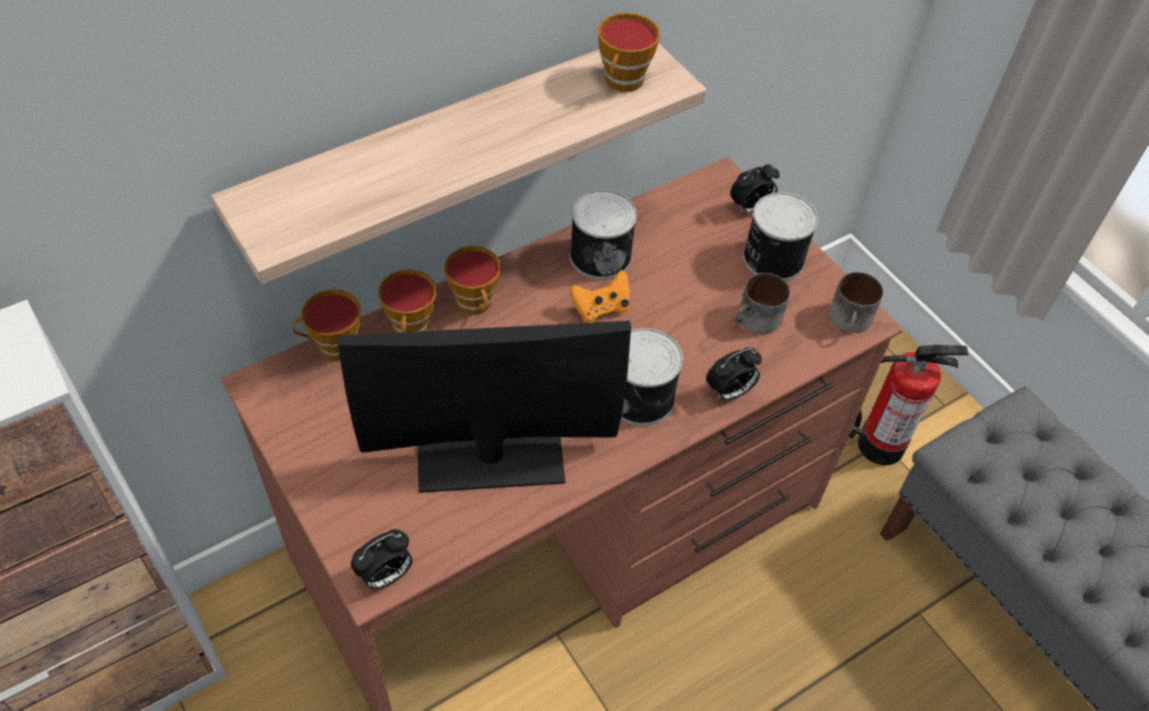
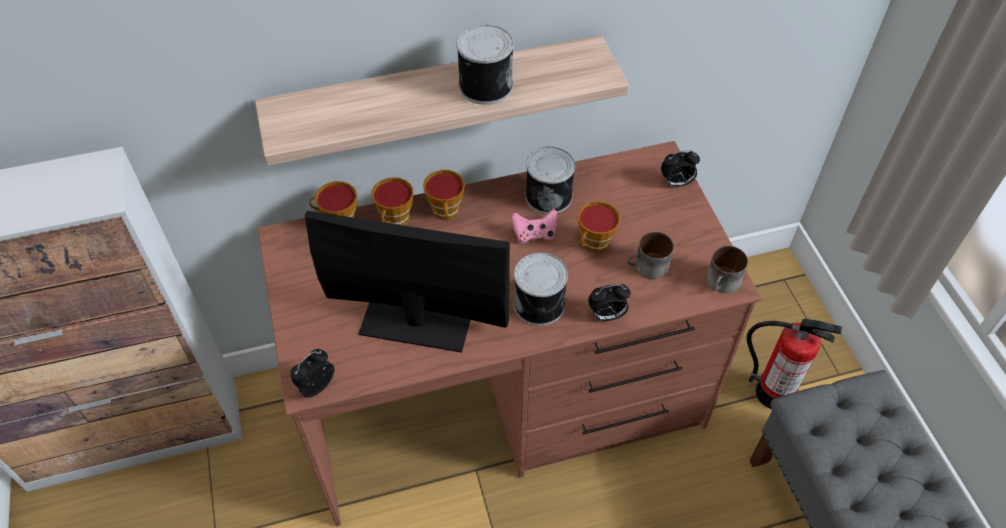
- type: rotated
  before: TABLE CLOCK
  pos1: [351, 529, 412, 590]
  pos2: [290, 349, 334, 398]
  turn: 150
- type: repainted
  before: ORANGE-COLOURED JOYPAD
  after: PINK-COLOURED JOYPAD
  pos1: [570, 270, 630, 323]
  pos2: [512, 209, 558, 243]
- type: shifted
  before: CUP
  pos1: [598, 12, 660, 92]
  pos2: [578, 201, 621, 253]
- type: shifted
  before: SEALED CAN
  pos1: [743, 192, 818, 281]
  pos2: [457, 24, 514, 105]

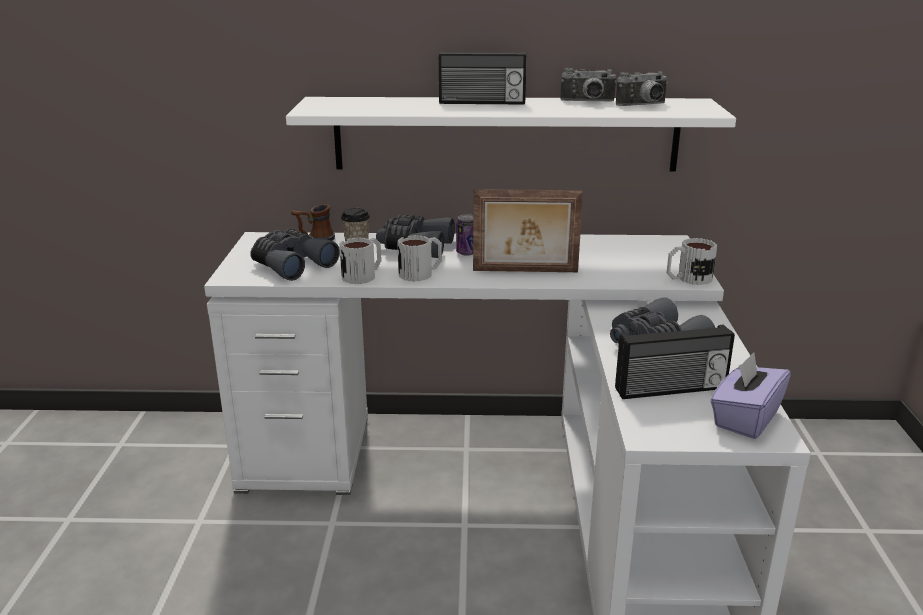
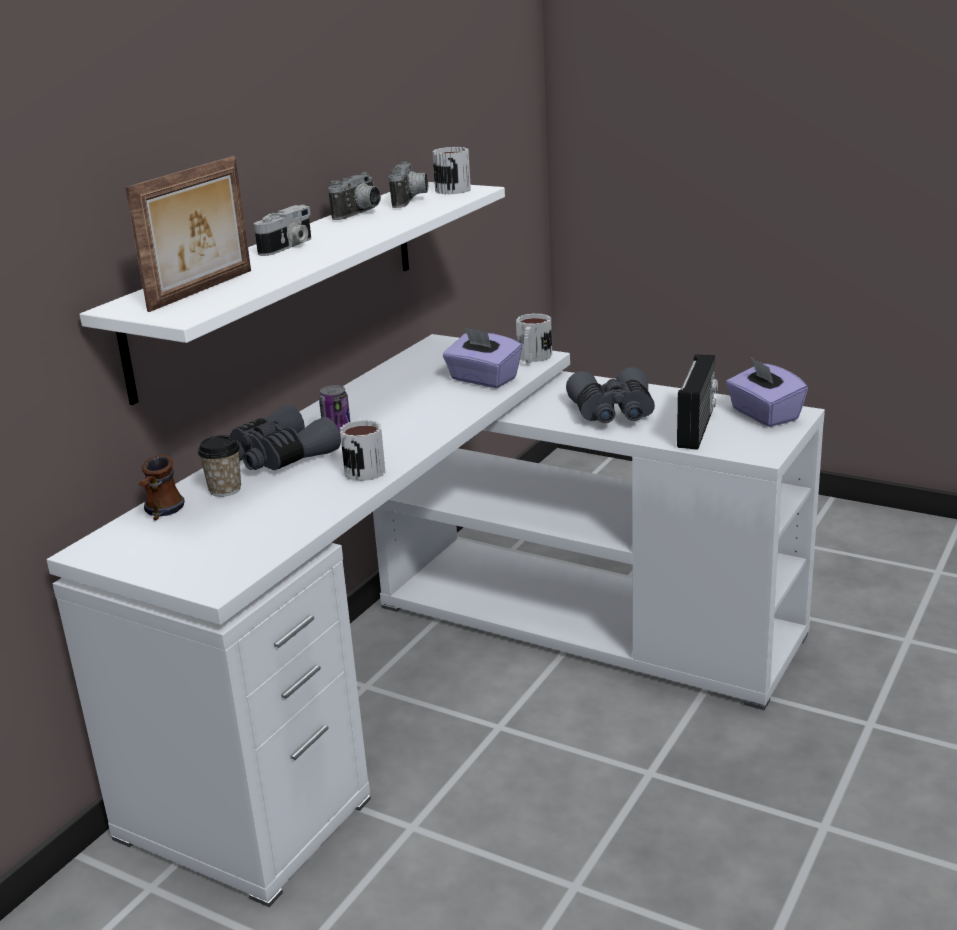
- type: gone
  before: GRAY BINOCULARS
  pos1: [250, 229, 340, 281]
- type: shifted
  before: MUG
  pos1: [340, 237, 381, 284]
  pos2: [432, 147, 471, 195]
- type: swapped
  before: RADIO
  after: STILL CAMERA
  pos1: [439, 52, 527, 105]
  pos2: [254, 205, 311, 256]
- type: shifted
  before: PHOTO FRAME
  pos1: [473, 189, 583, 272]
  pos2: [125, 156, 251, 312]
- type: new
  after: PURPLISH TISSUE HOLDER
  pos2: [443, 327, 522, 388]

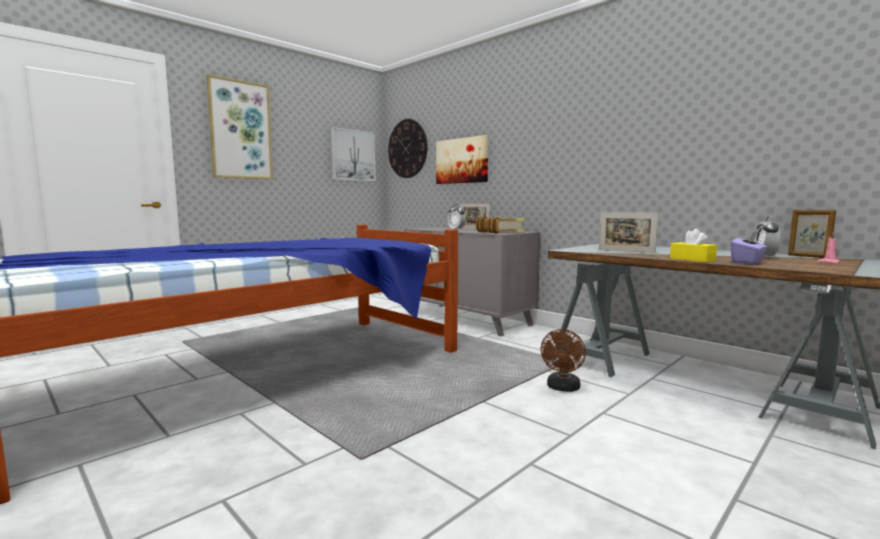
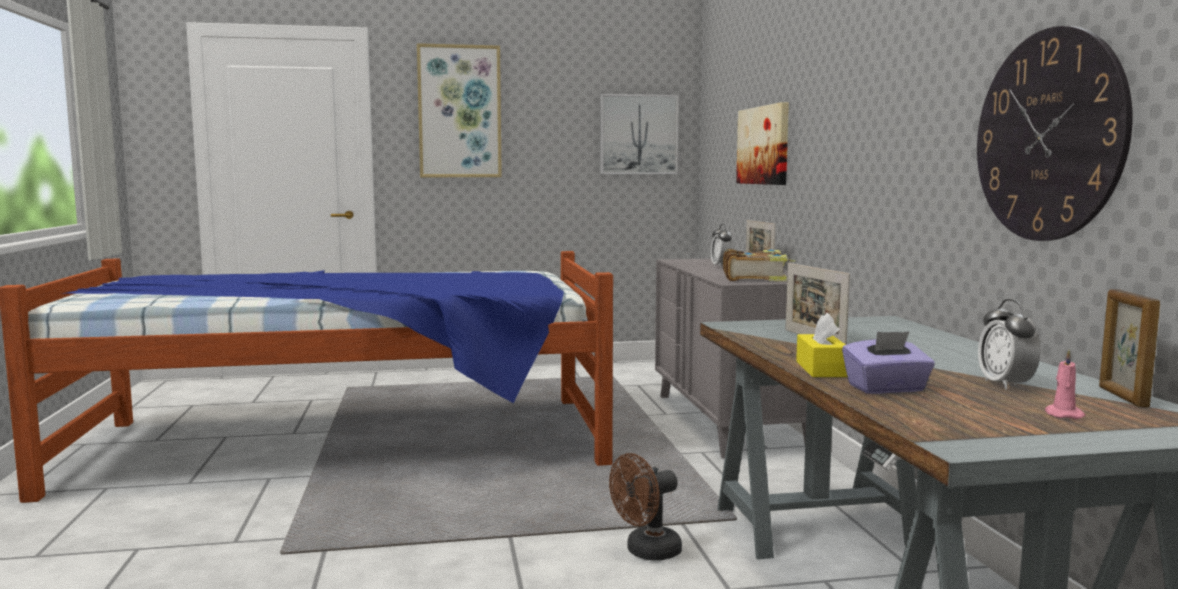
- type: shifted
  before: HANGING CLOCK
  pos1: [388, 119, 427, 178]
  pos2: [977, 26, 1132, 241]
- type: rotated
  before: TABLE CLOCK
  pos1: [755, 216, 781, 258]
  pos2: [978, 299, 1041, 390]
  turn: -60

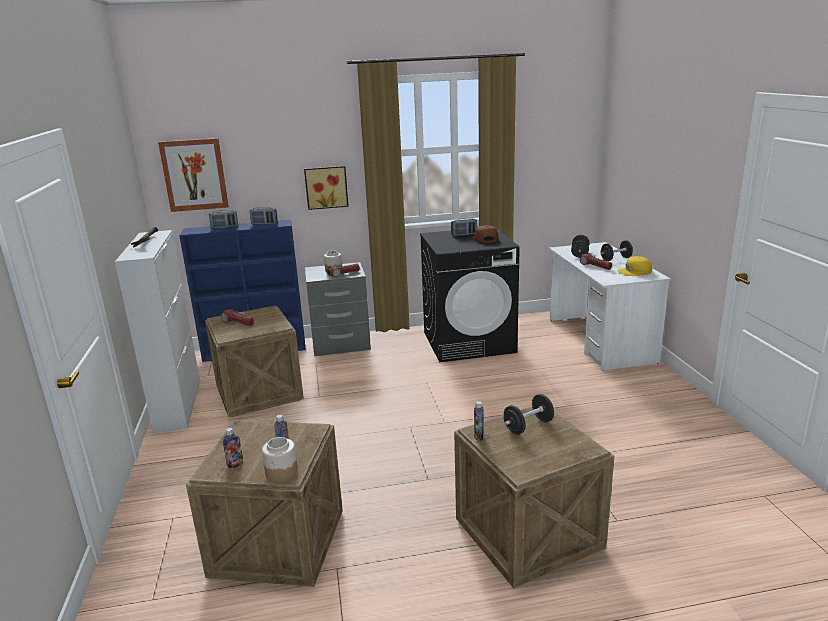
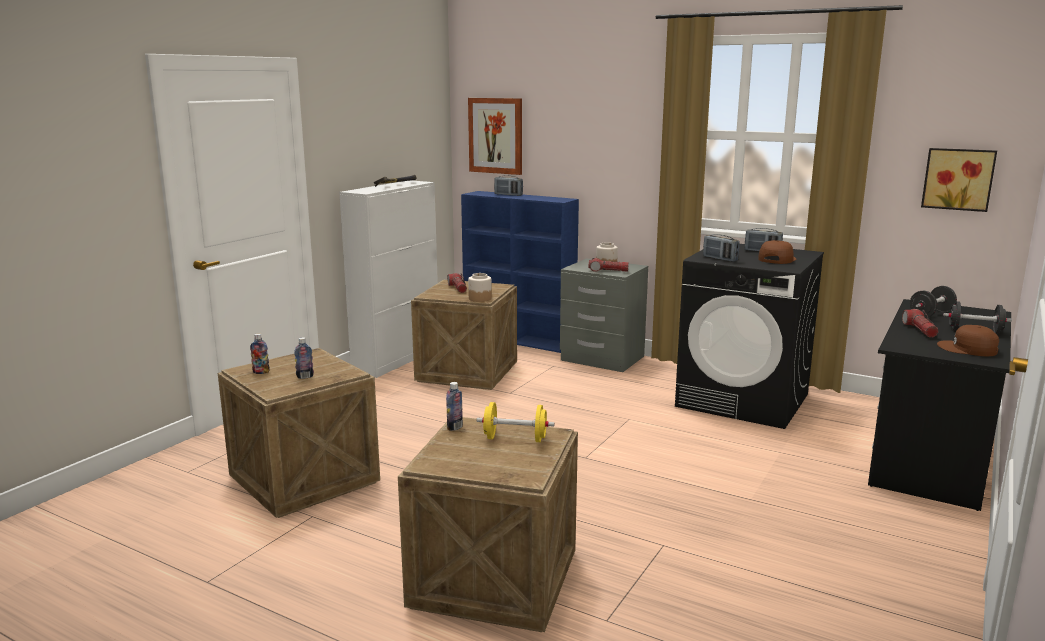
- type: shifted
  before: RADIO
  pos1: [249, 207, 278, 225]
  pos2: [703, 234, 740, 262]
- type: shifted
  before: STORAGE JAR
  pos1: [262, 437, 298, 482]
  pos2: [468, 273, 492, 302]
- type: shifted
  before: WALL PICTURE
  pos1: [304, 166, 349, 210]
  pos2: [921, 148, 997, 212]
- type: repainted
  before: BLACKISH HAND WEIGHT
  after: YELLOW HAND WEIGHT
  pos1: [504, 394, 554, 435]
  pos2: [477, 402, 554, 442]
- type: repainted
  before: WHITE DESK UNIT
  after: BLACKISH DESK UNIT
  pos1: [549, 242, 671, 371]
  pos2: [868, 299, 1011, 511]
- type: repainted
  before: YELLOW BASEBALL CAP
  after: BROWN BASEBALL CAP
  pos1: [617, 256, 652, 276]
  pos2: [937, 325, 999, 357]

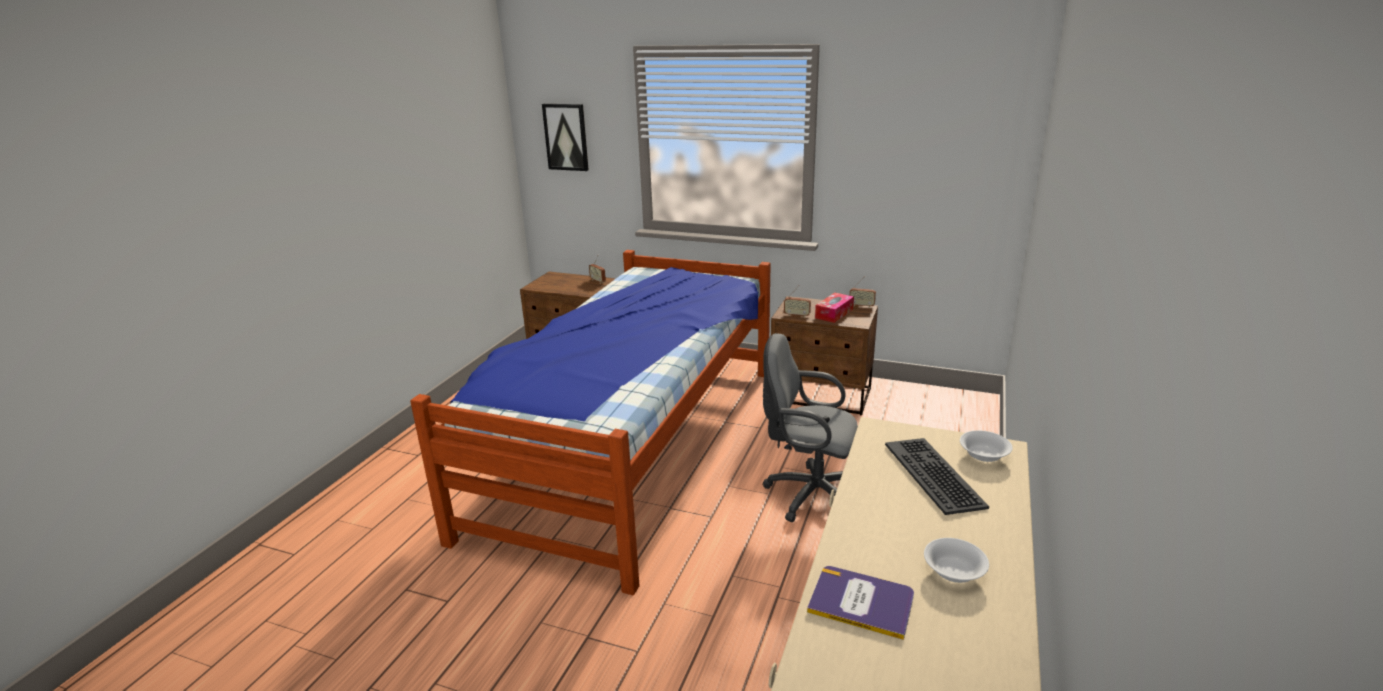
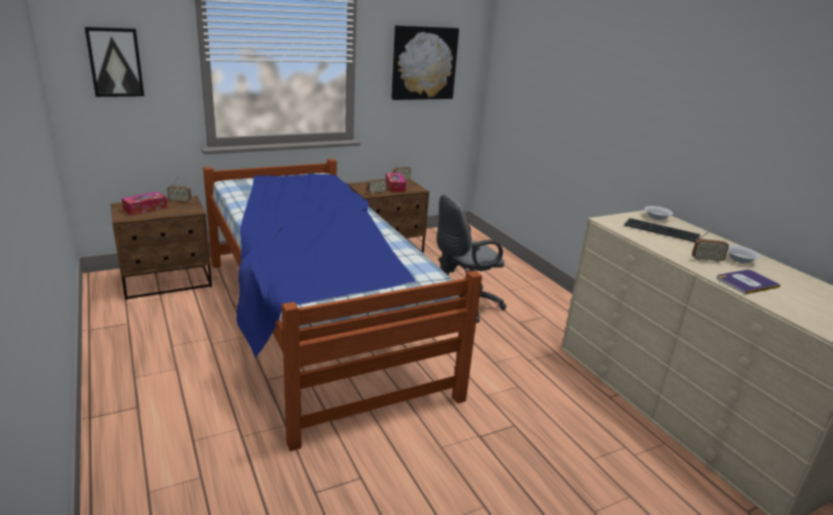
- type: new
  after: TISSUE HOLDER
  pos2: [122, 192, 167, 216]
- type: new
  after: WALL PICTURE
  pos2: [391, 25, 459, 100]
- type: new
  after: RADIO
  pos2: [692, 225, 729, 263]

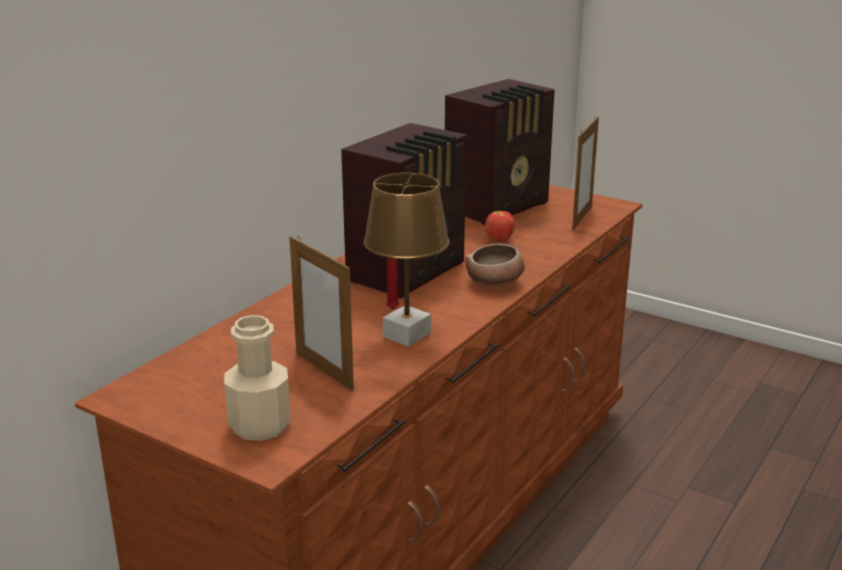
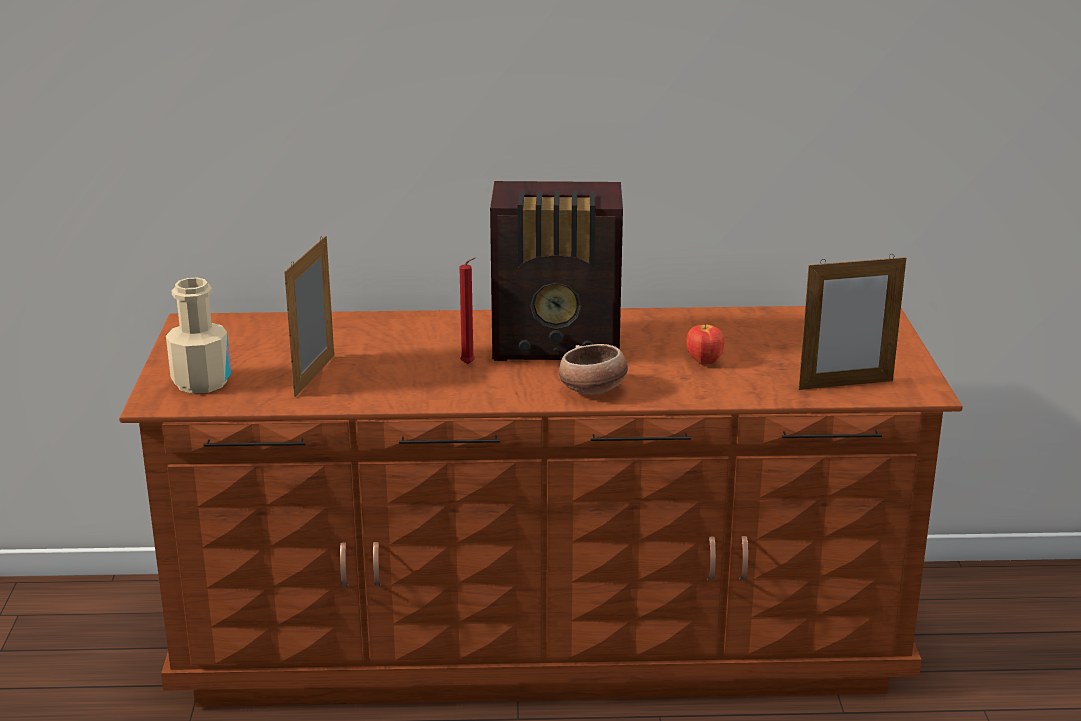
- type: gone
  before: BROWN TABLETOP LAMP
  pos1: [363, 173, 449, 347]
- type: gone
  before: RADIO
  pos1: [445, 79, 555, 225]

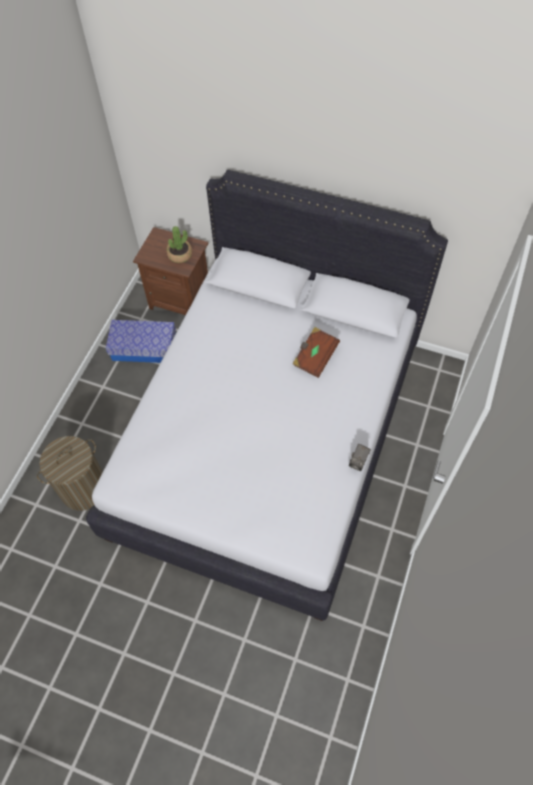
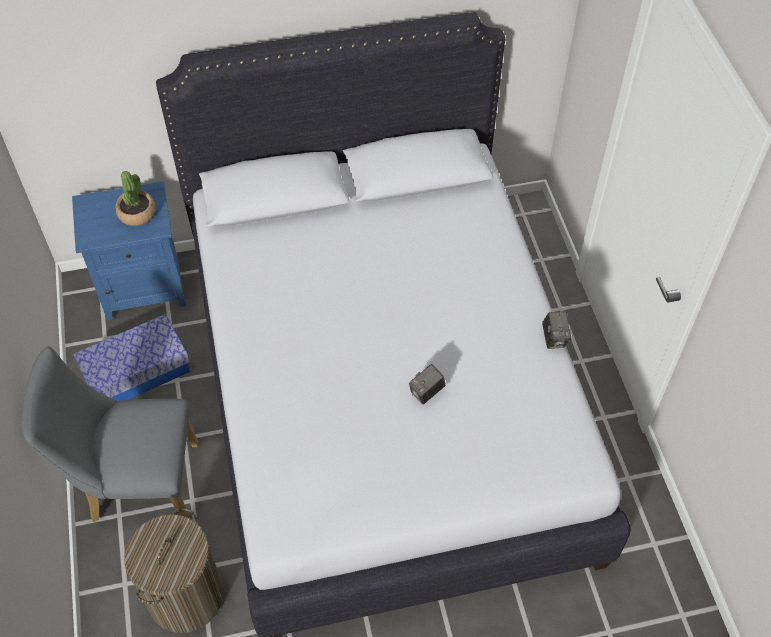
- type: repainted
  before: BROWN BEDSIDE TABLE
  after: BLUE-COLOURED BEDSIDE TABLE
  pos1: [133, 227, 208, 315]
  pos2: [72, 181, 187, 320]
- type: gone
  before: BROWN BOOK
  pos1: [293, 327, 340, 378]
- type: new
  after: GRAY PLAIN CHAIR
  pos2: [21, 346, 198, 522]
- type: new
  after: STILL CAMERA
  pos2: [409, 364, 445, 405]

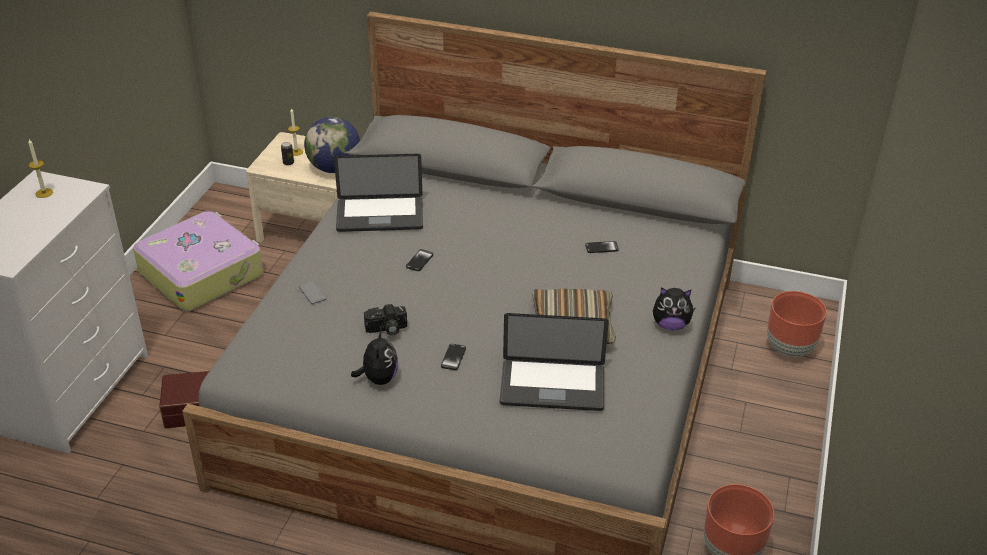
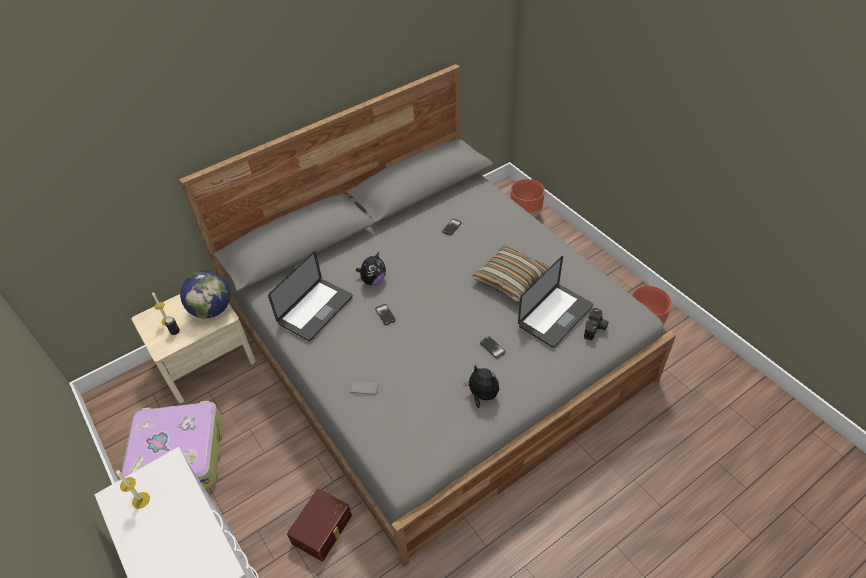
- type: shifted
  before: STILL CAMERA
  pos1: [364, 304, 407, 336]
  pos2: [584, 308, 609, 340]
- type: shifted
  before: SOFT TOY
  pos1: [653, 287, 696, 330]
  pos2: [356, 252, 386, 285]

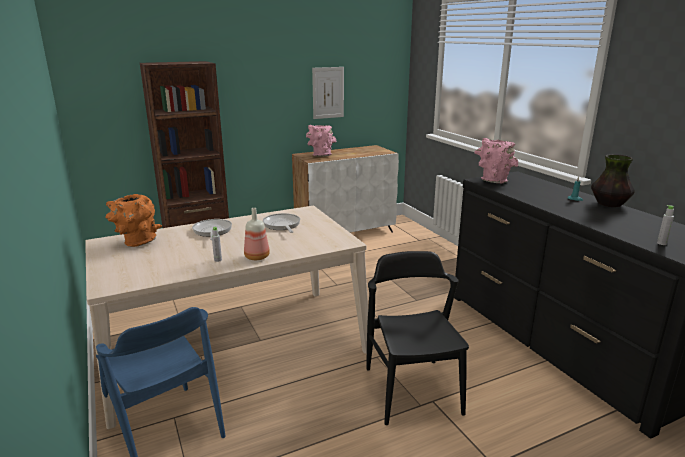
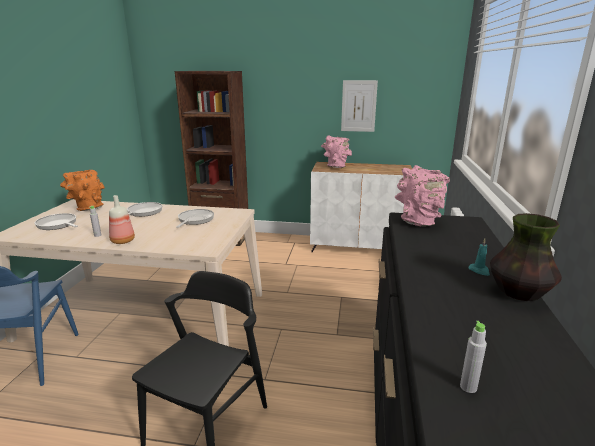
- type: new
  after: PAN
  pos2: [34, 213, 78, 230]

